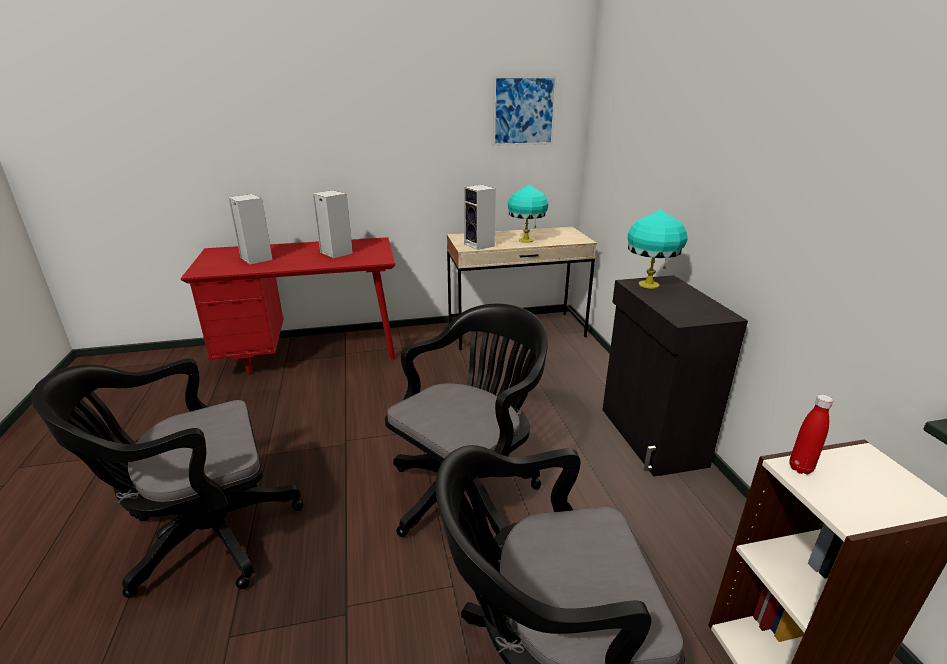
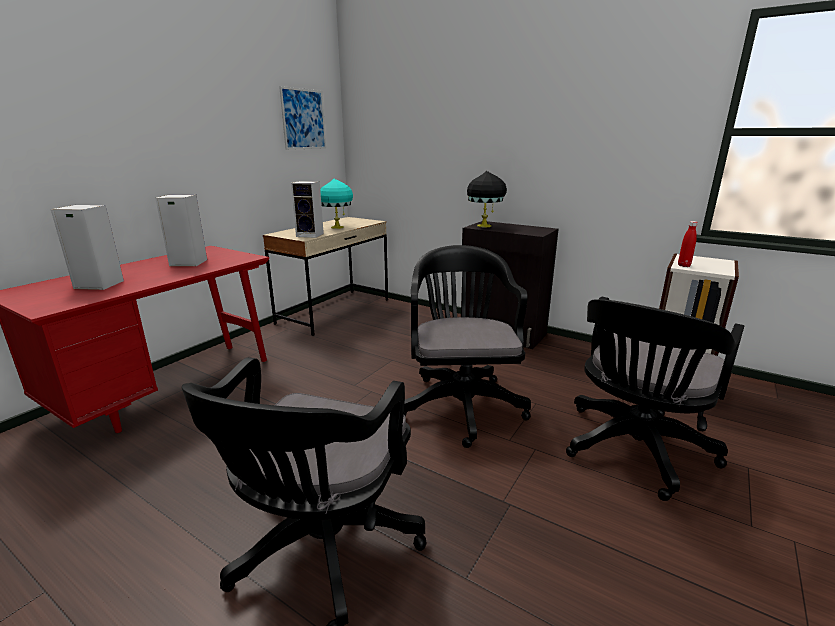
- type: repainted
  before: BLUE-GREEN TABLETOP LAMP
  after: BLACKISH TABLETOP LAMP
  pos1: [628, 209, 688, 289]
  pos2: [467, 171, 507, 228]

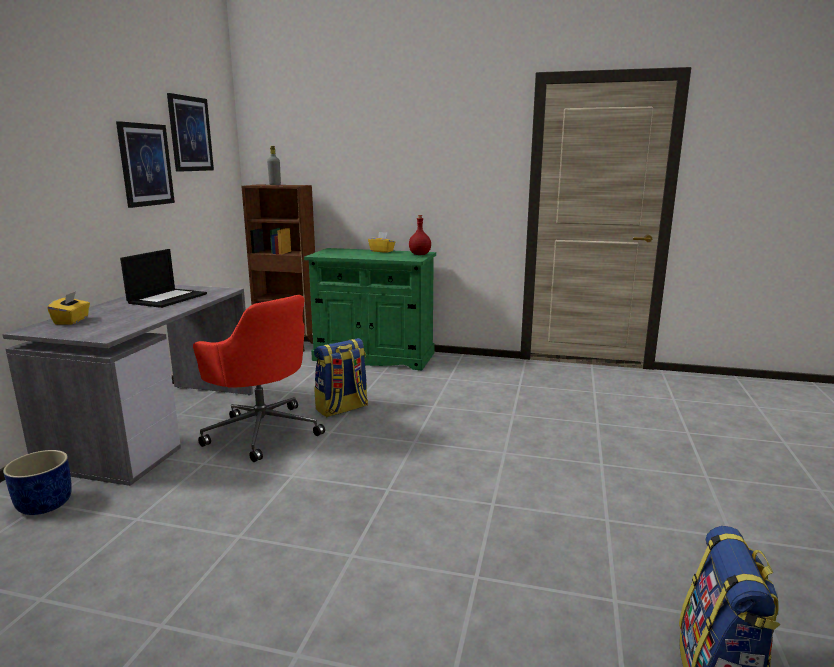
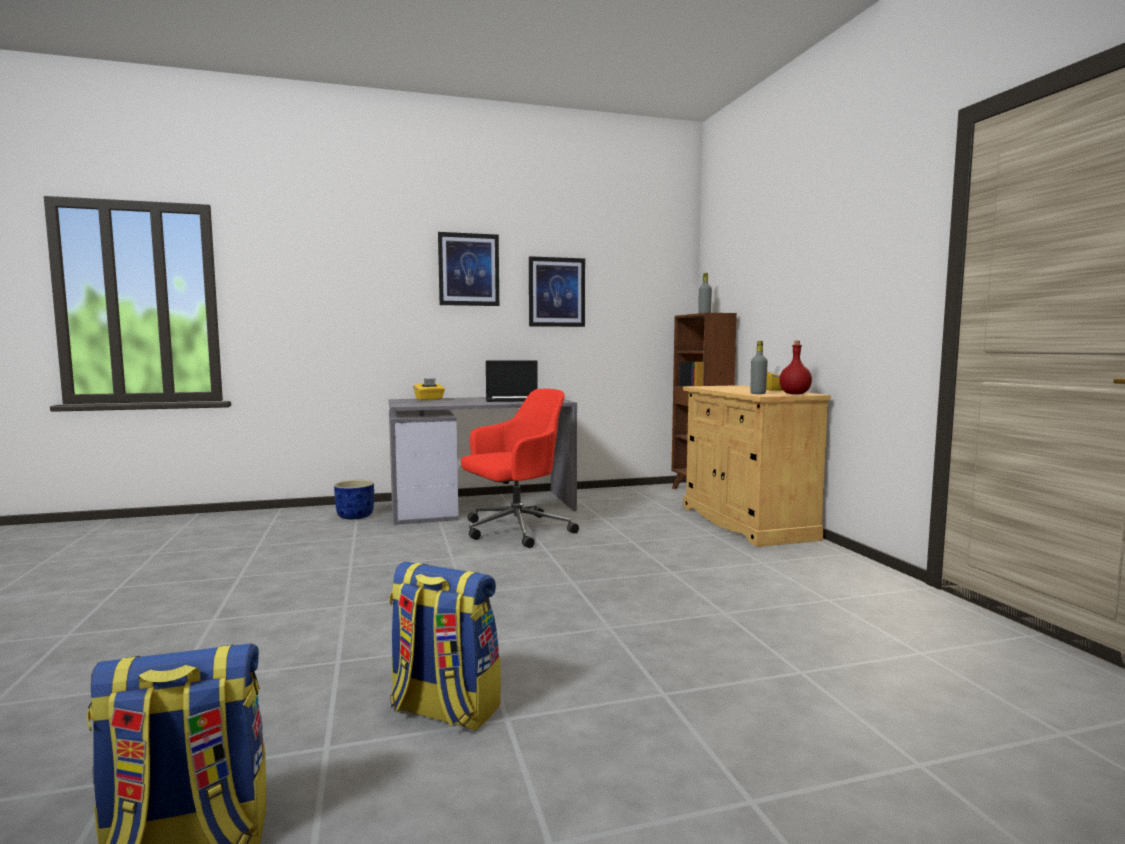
- type: shifted
  before: WALL PICTURE
  pos1: [167, 93, 214, 172]
  pos2: [438, 232, 499, 306]
- type: rotated
  before: REDDISH OFFICE CHAIR
  pos1: [193, 295, 325, 462]
  pos2: [461, 389, 579, 548]
  turn: -135
- type: repainted
  before: GREEN-COLOURED STORAGE CABINET
  after: BEIGE-COLOURED STORAGE CABINET
  pos1: [304, 248, 436, 370]
  pos2: [683, 385, 831, 547]
- type: shifted
  before: BACKPACK
  pos1: [314, 338, 368, 417]
  pos2: [389, 561, 501, 731]
- type: new
  after: GRAY BEVERAGE BOTTLE
  pos2: [750, 341, 768, 394]

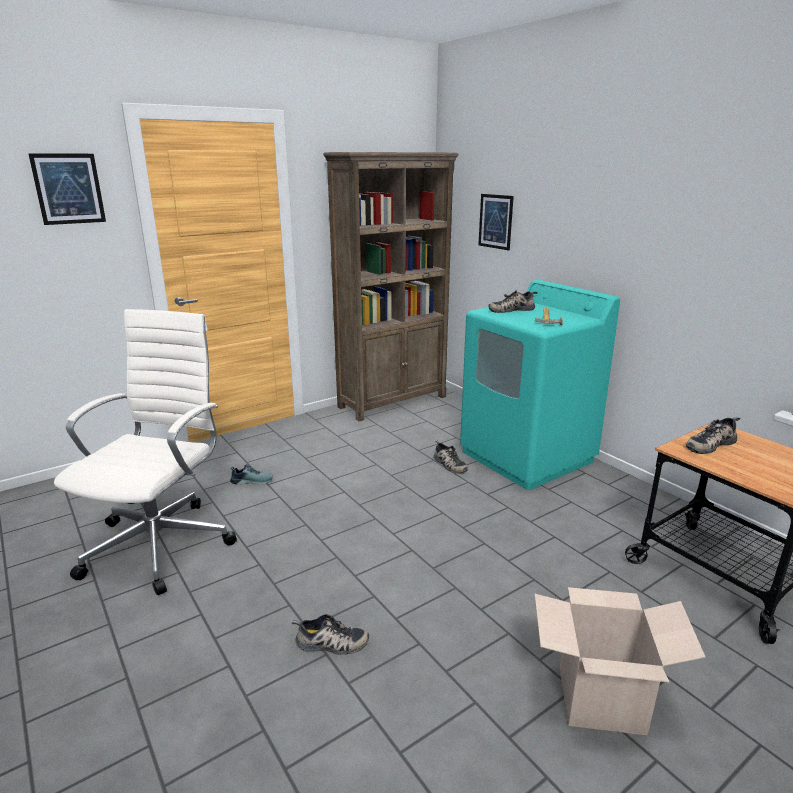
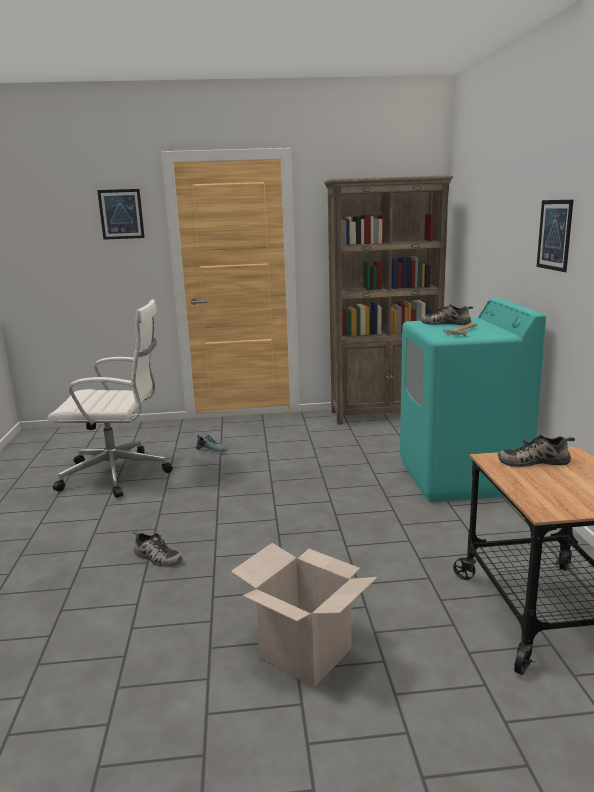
- type: rotated
  before: WHITE OFFICE CHAIR
  pos1: [54, 309, 237, 595]
  pos2: [48, 299, 173, 498]
  turn: 45
- type: gone
  before: ITEM OF FOOTWEAR
  pos1: [434, 441, 468, 474]
- type: shifted
  before: WALL PICTURE
  pos1: [478, 194, 514, 250]
  pos2: [537, 200, 573, 272]

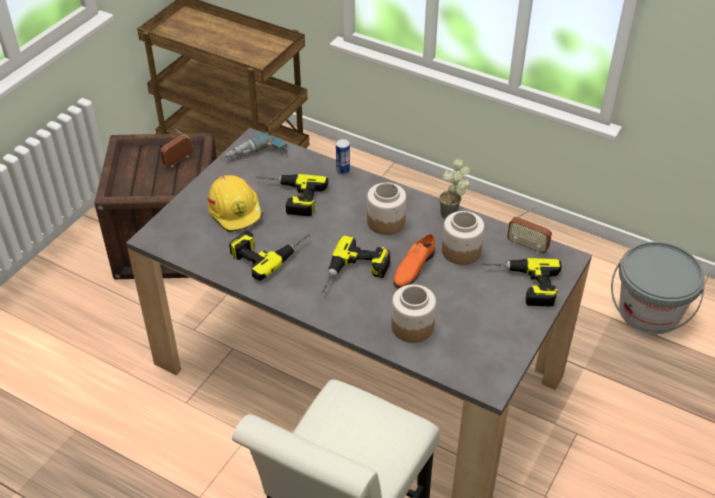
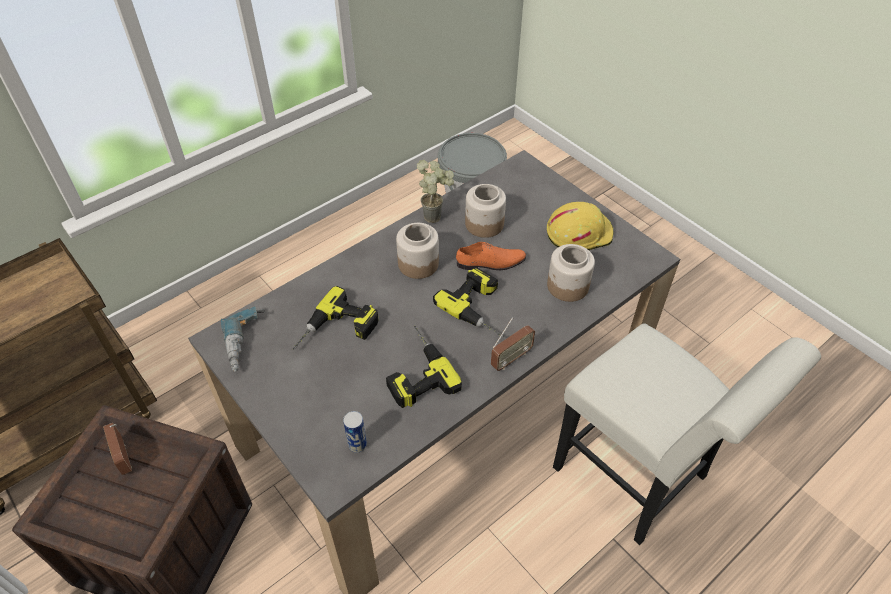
- type: shifted
  before: YELLOW HARD HAT
  pos1: [208, 175, 263, 232]
  pos2: [547, 202, 613, 250]
- type: shifted
  before: SEALED CAN
  pos1: [336, 139, 350, 175]
  pos2: [343, 411, 367, 452]
- type: rotated
  before: ORANGE-COLOURED ITEM OF FOOTWEAR
  pos1: [394, 234, 435, 288]
  pos2: [456, 242, 526, 270]
  turn: -60
- type: gone
  before: DRILL
  pos1: [481, 258, 562, 307]
- type: shifted
  before: RADIO
  pos1: [507, 206, 552, 254]
  pos2: [491, 318, 535, 371]

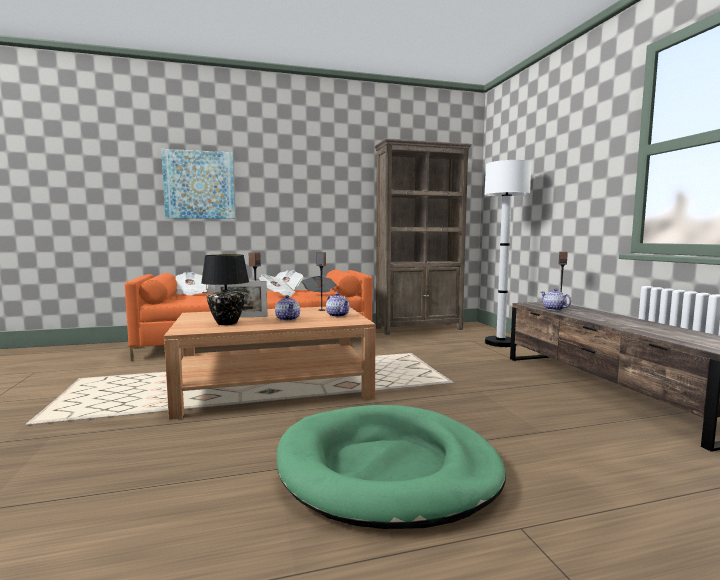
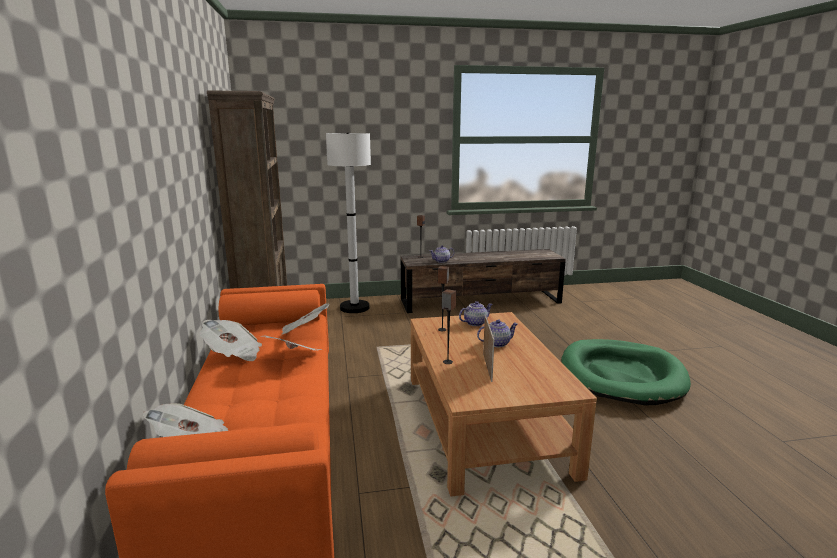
- type: gone
  before: WALL PICTURE
  pos1: [161, 149, 235, 219]
- type: gone
  before: BLACKISH TABLETOP LAMP
  pos1: [201, 254, 249, 325]

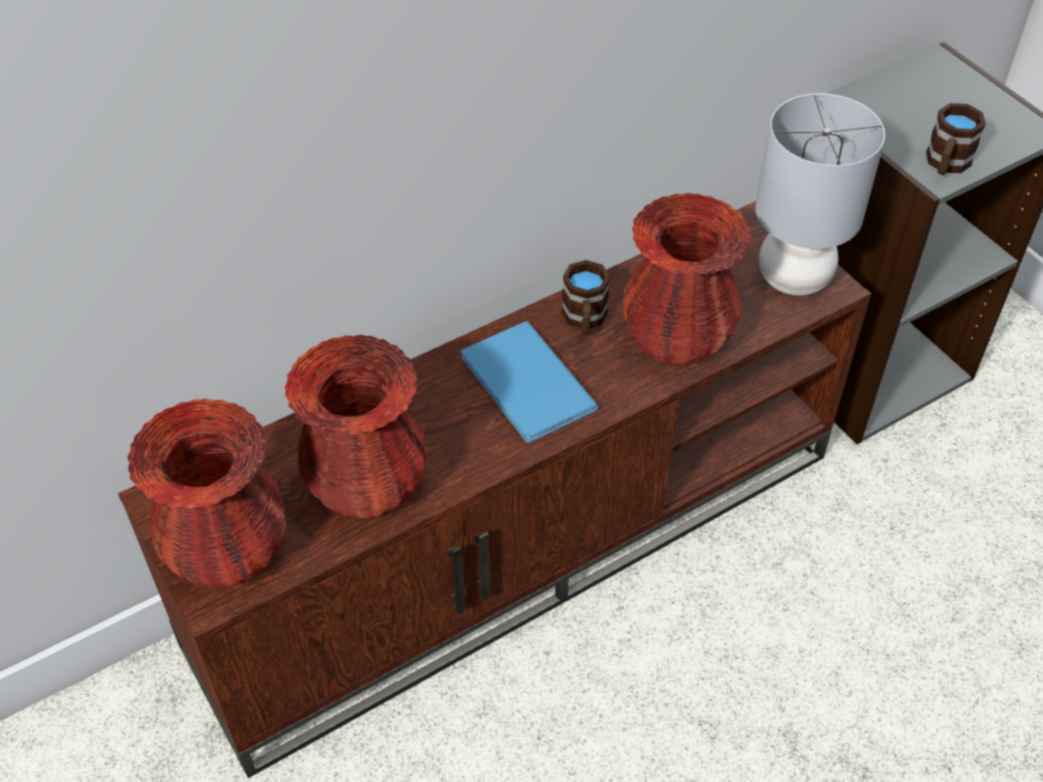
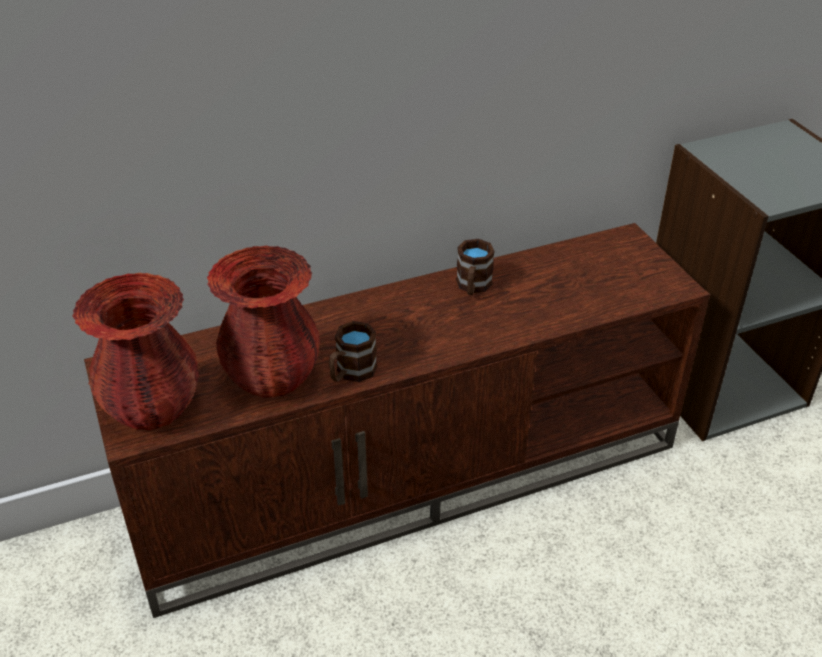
- type: gone
  before: BLUE-COLOURED BOOK
  pos1: [461, 321, 599, 443]
- type: gone
  before: REDDISH VASE
  pos1: [623, 193, 751, 366]
- type: gone
  before: GRAY TABLETOP LAMP
  pos1: [755, 93, 885, 296]
- type: shifted
  before: BROWN MUG
  pos1: [926, 103, 986, 175]
  pos2: [329, 321, 377, 382]

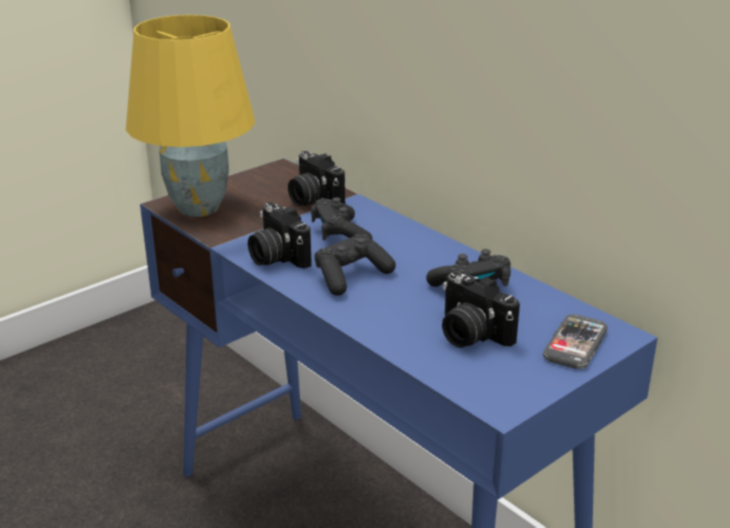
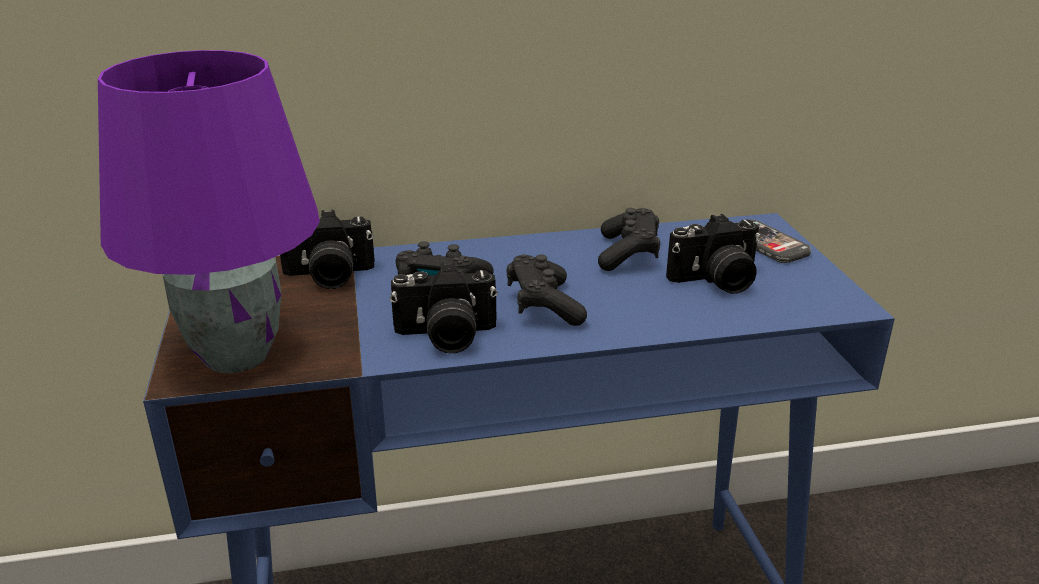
- type: repainted
  before: YELLOW TABLETOP LAMP
  after: PURPLISH TABLETOP LAMP
  pos1: [126, 15, 255, 217]
  pos2: [98, 50, 320, 373]

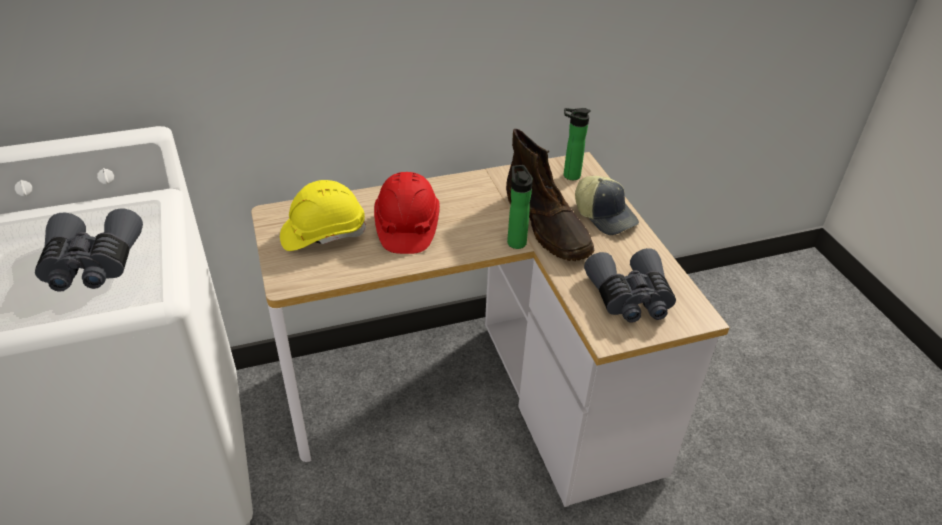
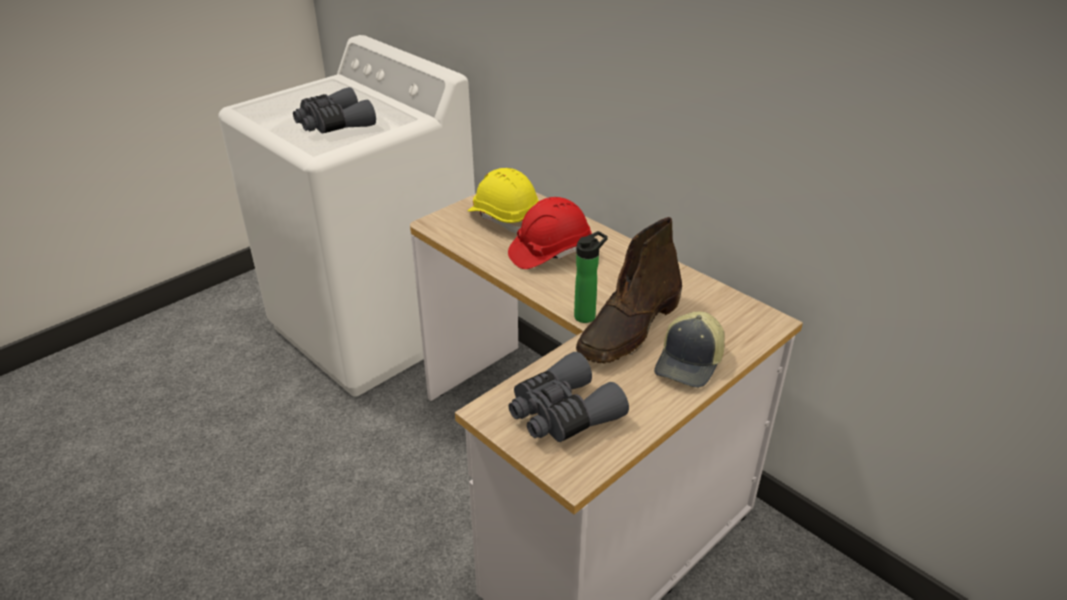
- type: gone
  before: BEVERAGE BOTTLE
  pos1: [564, 108, 591, 180]

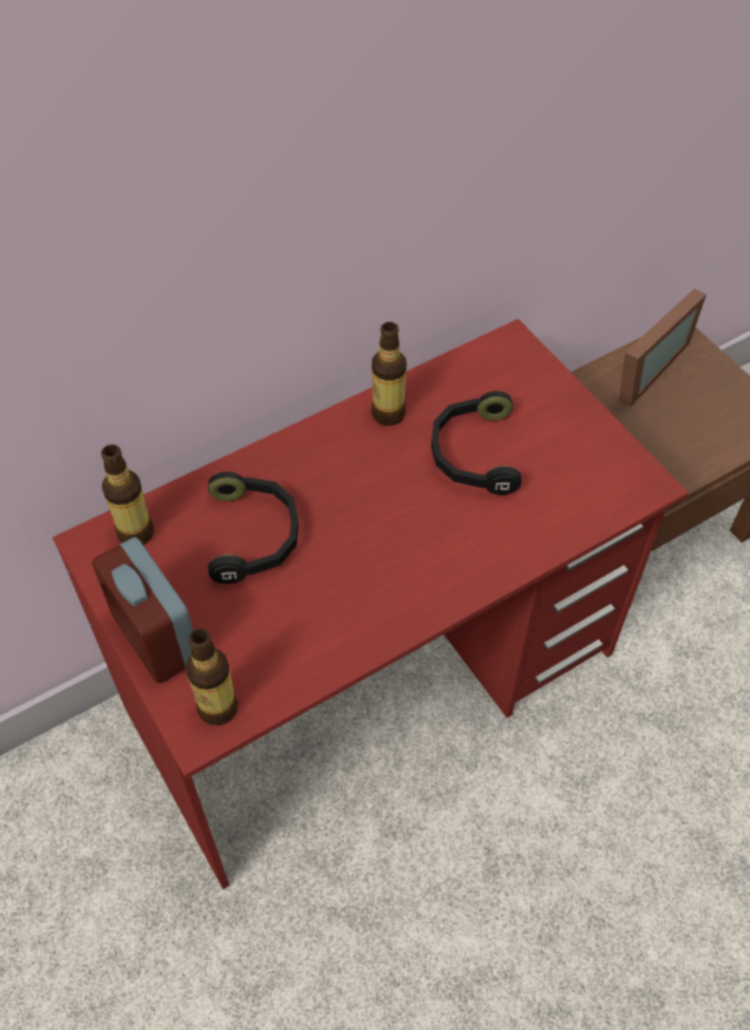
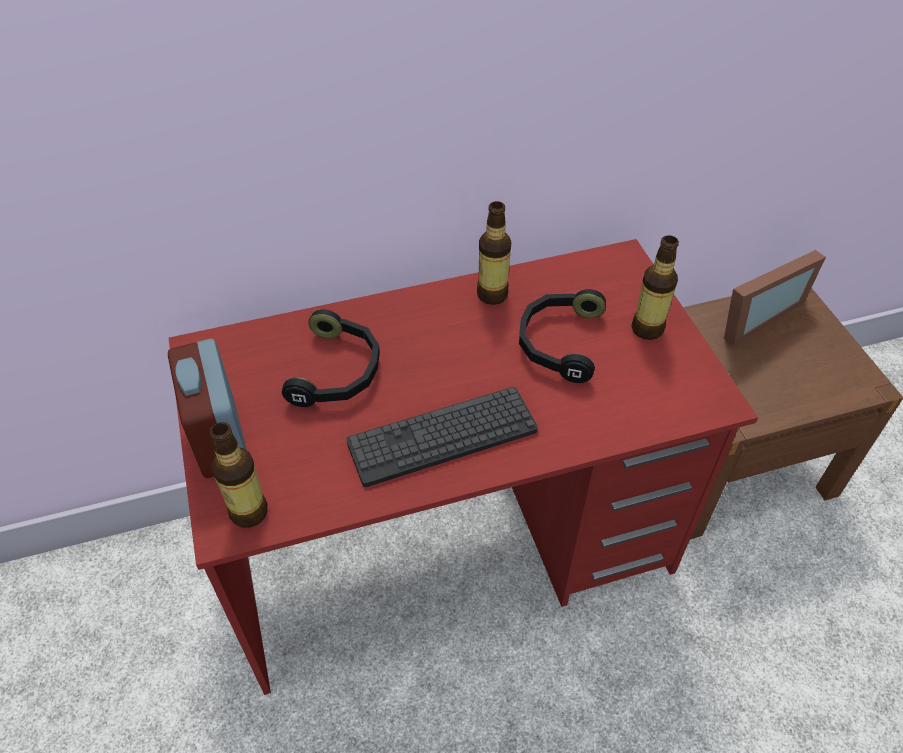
- type: shifted
  before: BEVERAGE BOTTLE
  pos1: [101, 444, 154, 545]
  pos2: [631, 235, 679, 340]
- type: new
  after: COMPUTER KEYBOARD
  pos2: [346, 387, 538, 487]

